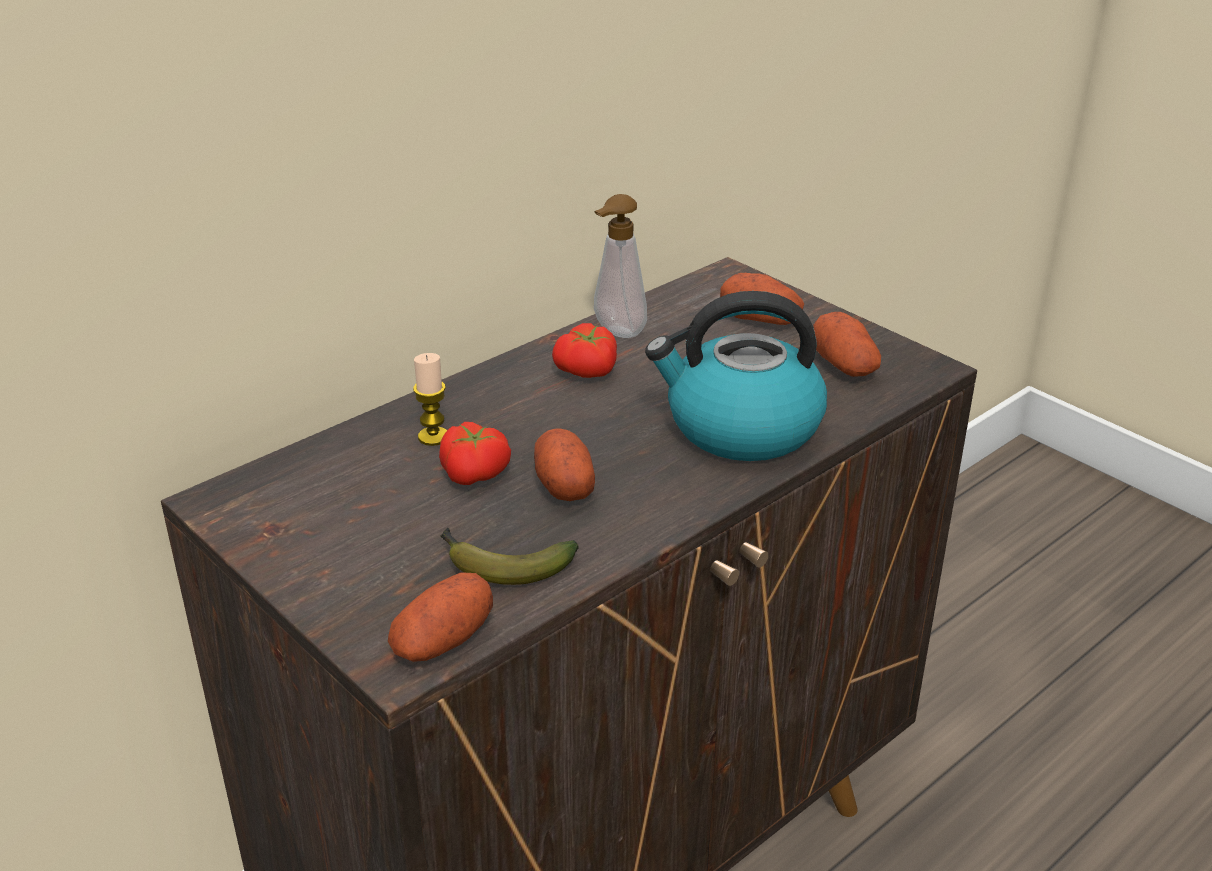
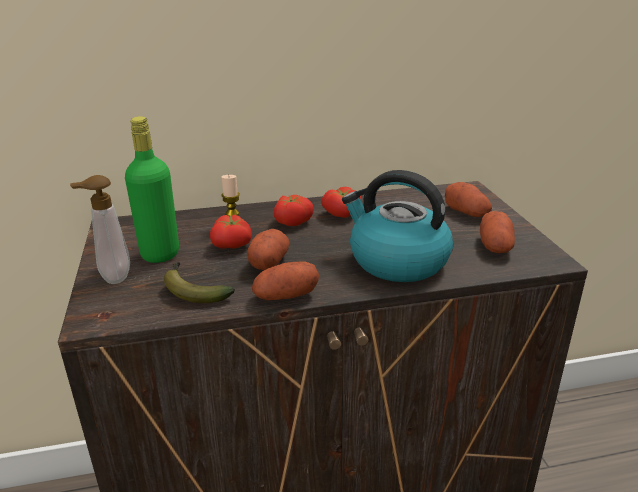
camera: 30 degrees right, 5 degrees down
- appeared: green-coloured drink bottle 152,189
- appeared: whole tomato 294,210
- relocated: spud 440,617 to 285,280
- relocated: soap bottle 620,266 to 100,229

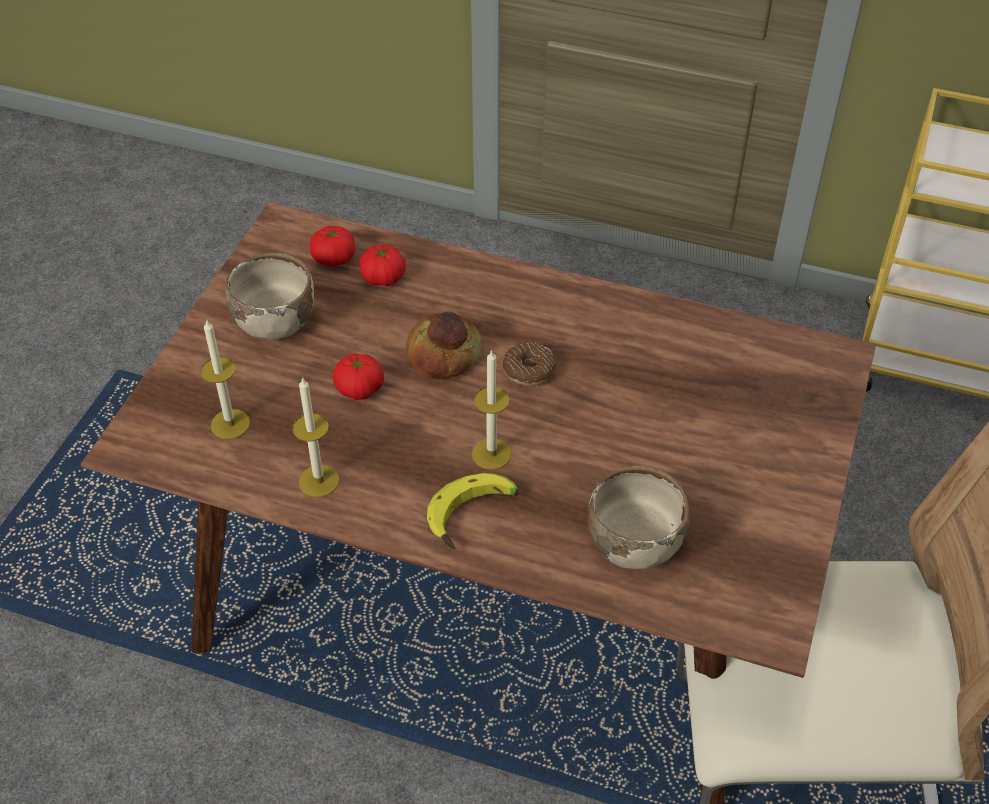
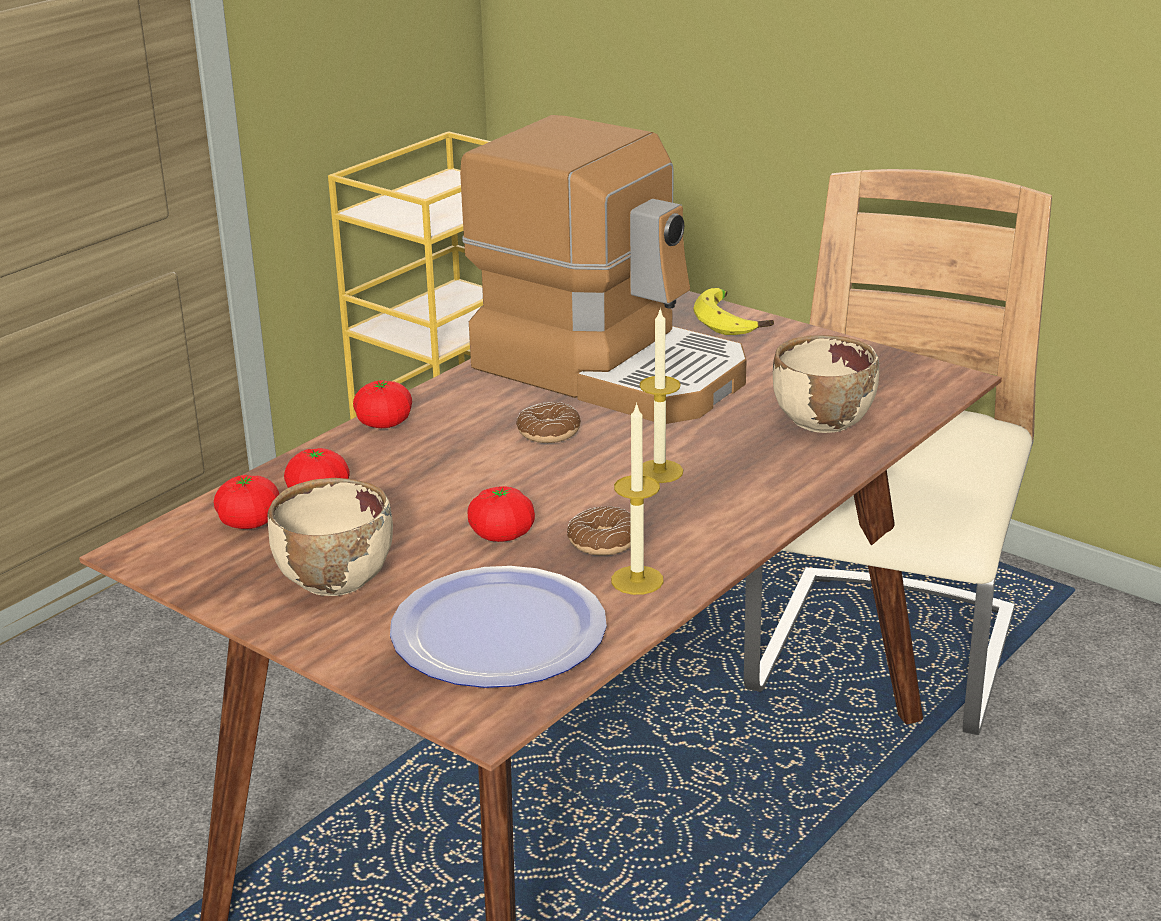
camera: 70 degrees left, 20 degrees down
- missing: bakery bread 444,346
- appeared: whole tomato 382,404
- appeared: coffee machine 603,269
- appeared: doughnut 599,531
- relocated: banana fruit 473,511 to 733,311
- exchanged: wax light 225,379 to plate 498,627

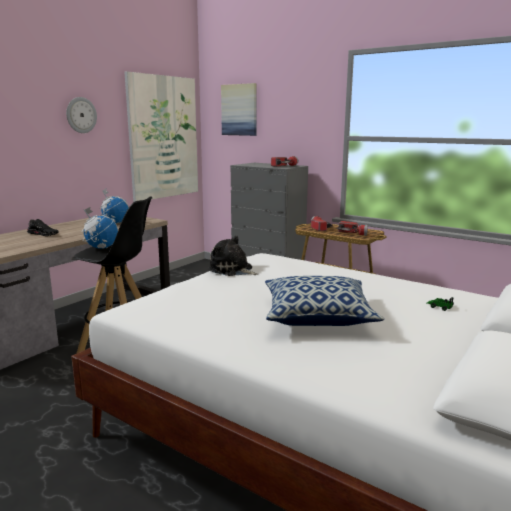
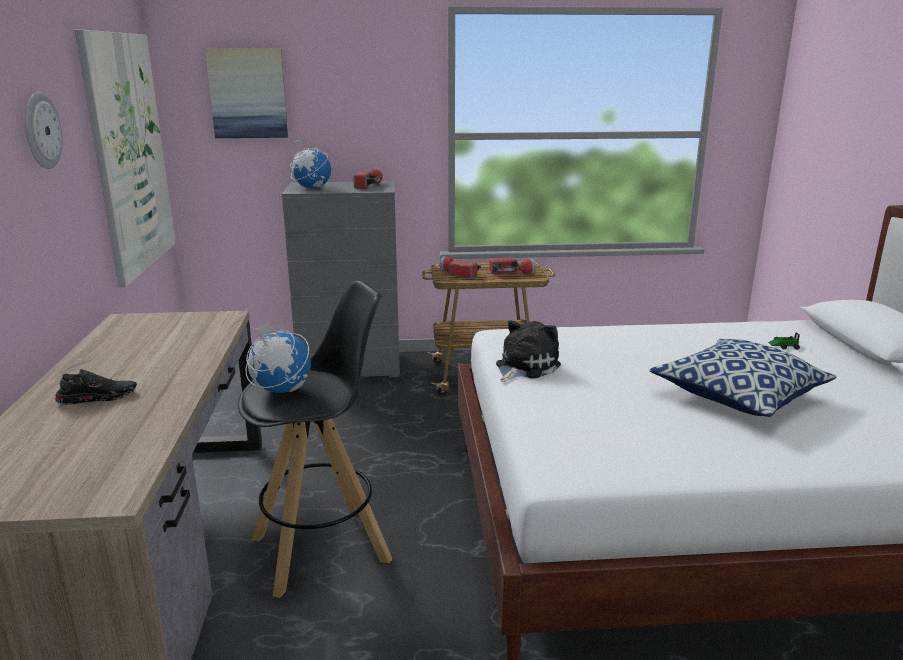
camera: 40 degrees left, 5 degrees up
- relocated: world globe 114,206 to 310,163
- spun: cuddly toy 233,256 = 528,351 135 degrees clockwise

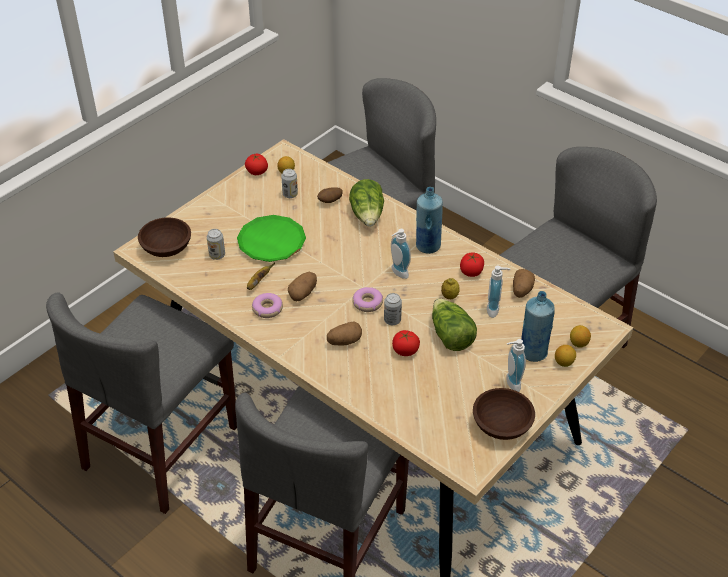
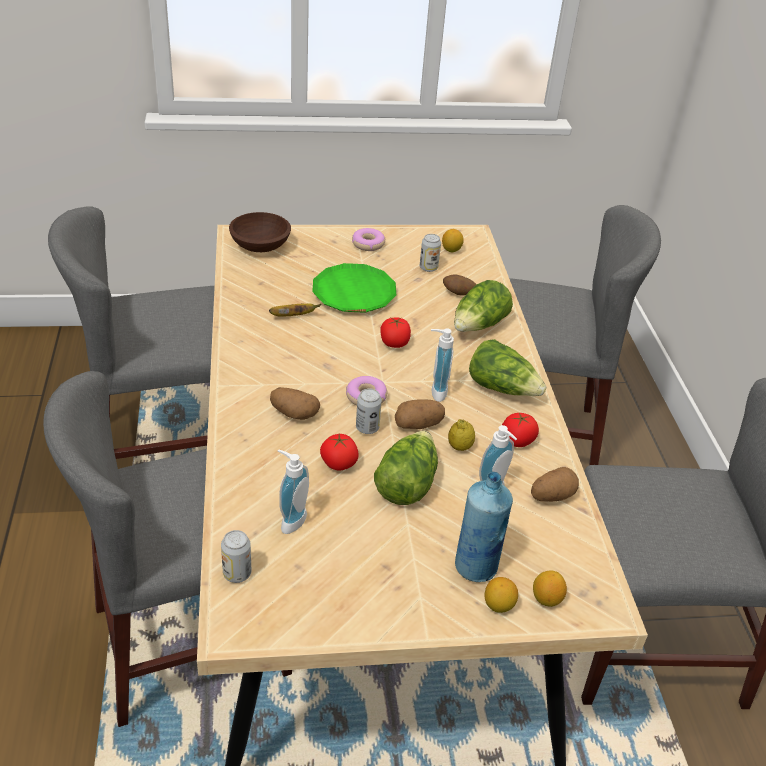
camera: 40 degrees right, 5 degrees down
- missing: brown-coloured serving bowl 504,414
- relocated: sealed can 216,244 to 236,556
- relocated: whole tomato 256,164 to 395,332
- relocated: doughnut 267,305 to 368,239
- relocated: spud 302,286 to 420,414
- relocated: soap bottle 516,365 to 293,491
- exchanged: blue-coloured drink bottle 429,220 to lettuce 507,367

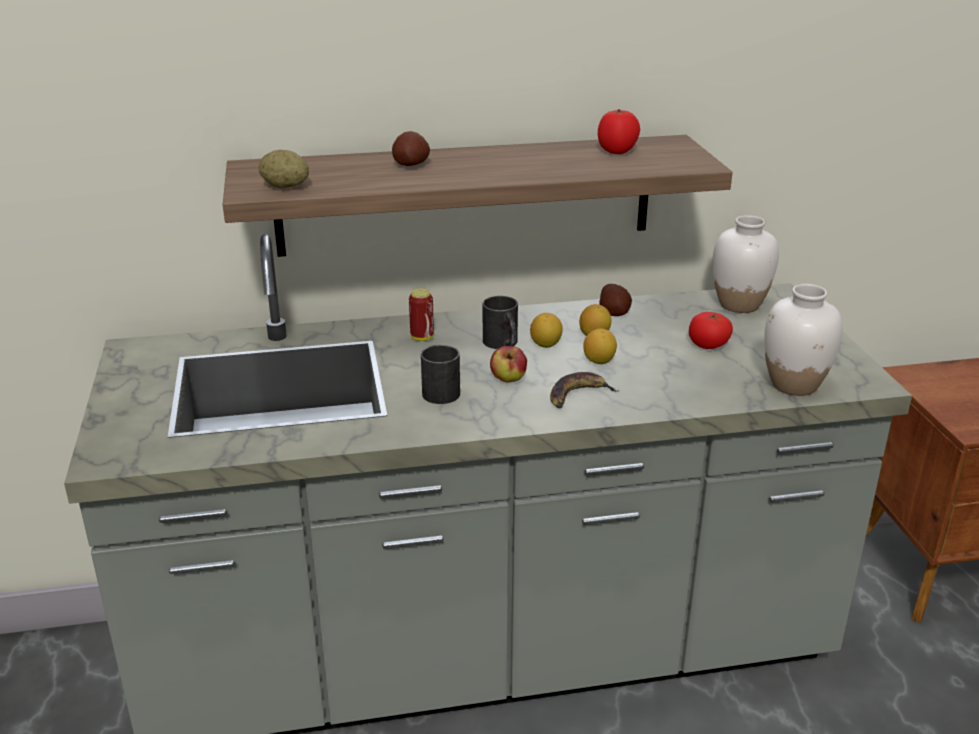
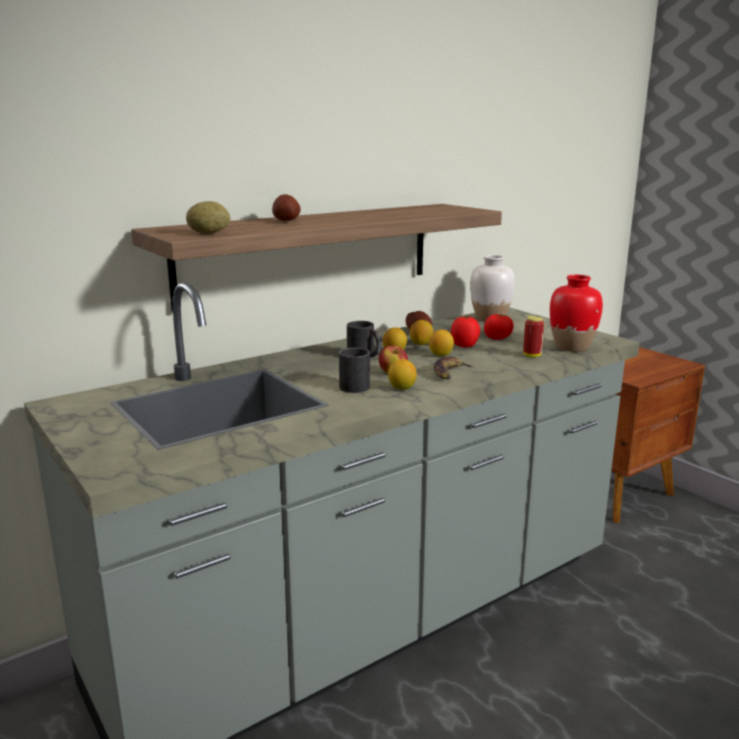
camera: 25 degrees left, 10 degrees down
- appeared: whole lemon 402,374
- relocated: sealed can 421,314 to 533,336
- relocated: whole tomato 619,131 to 465,331
- colour: whitish vase 803,340 to red-coloured vase 576,313

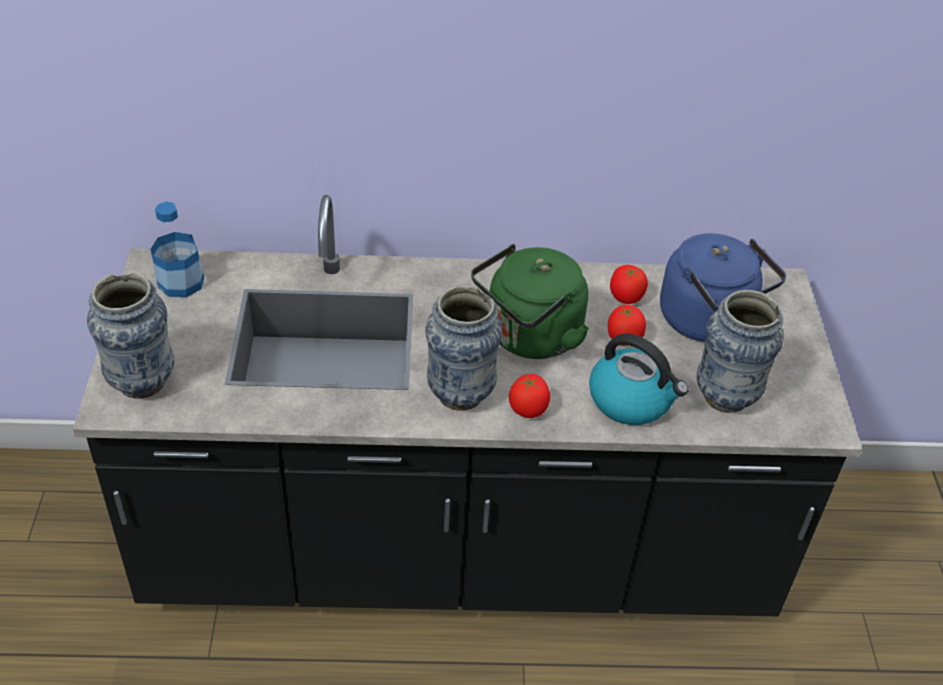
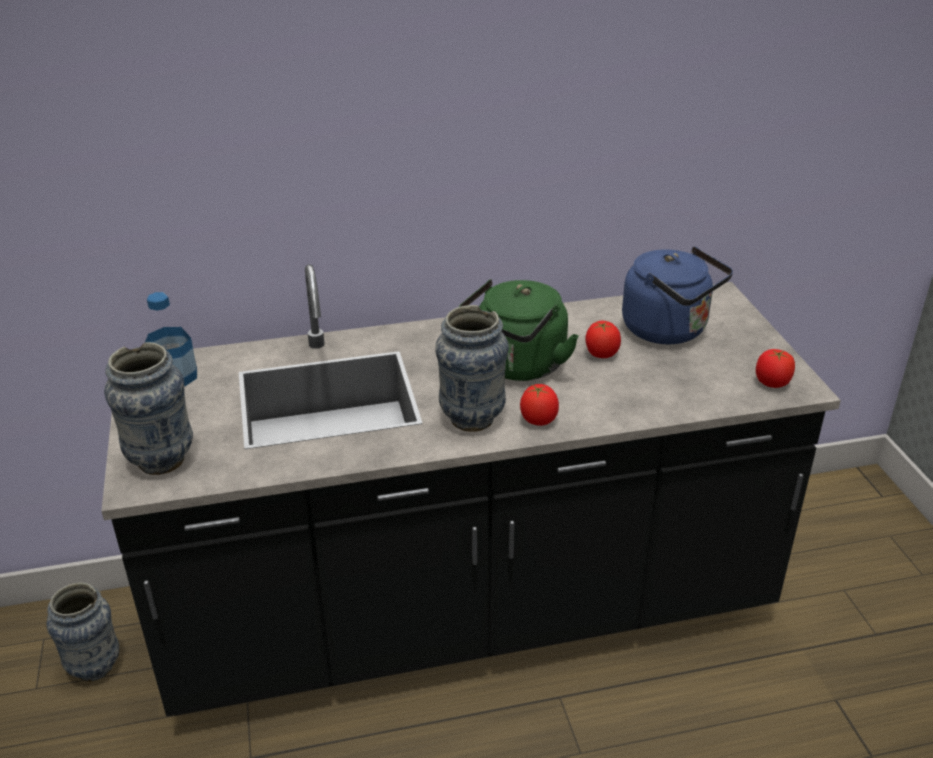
camera: 10 degrees left, 10 degrees down
- missing: kettle 639,379
- relocated: whole tomato 629,284 to 775,368
- relocated: vase 740,351 to 82,631

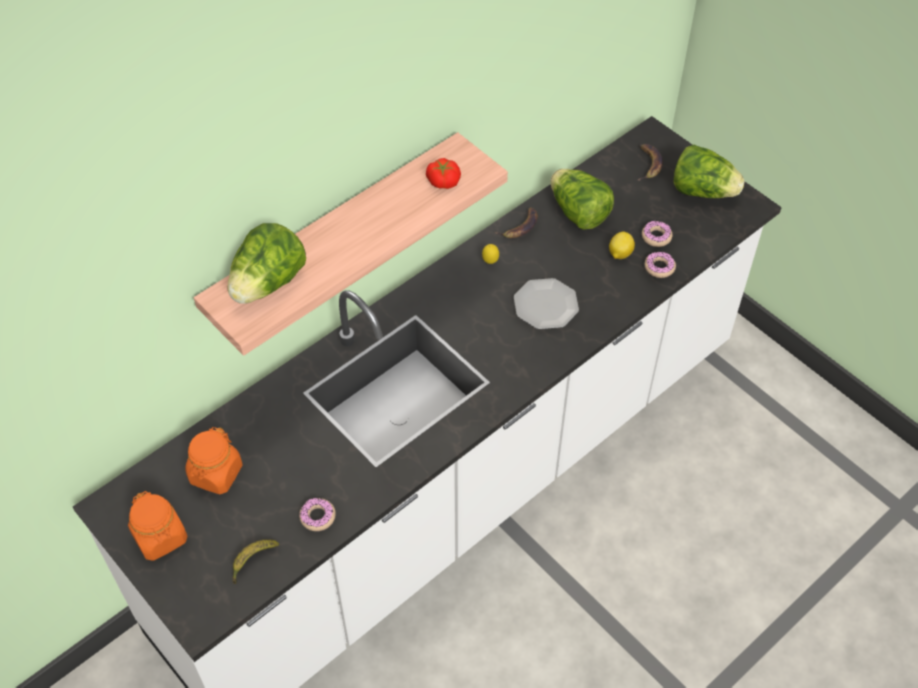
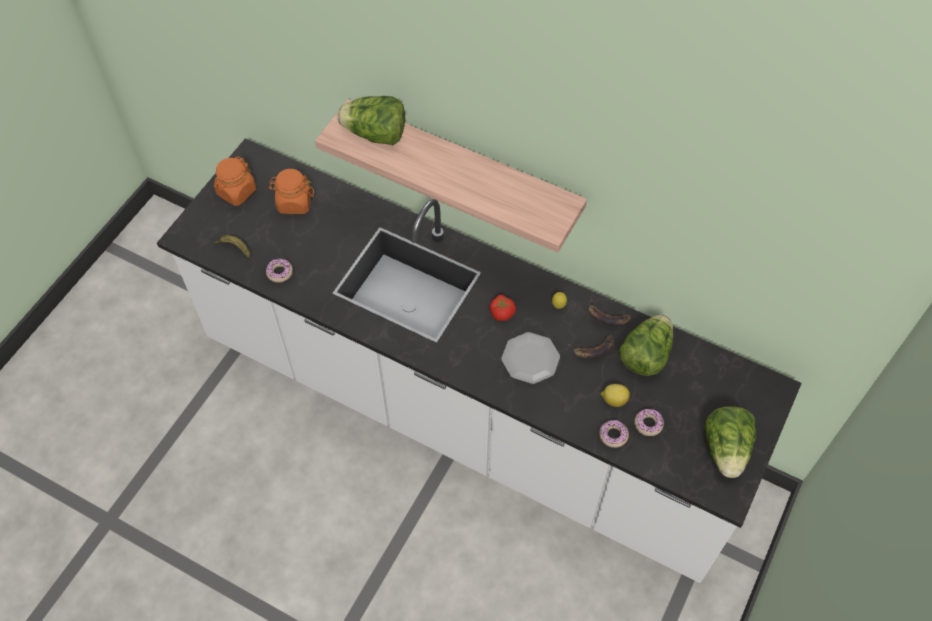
camera: 70 degrees right, 5 degrees up
- relocated: whole tomato 443,173 to 502,307
- relocated: banana fruit 650,162 to 591,346

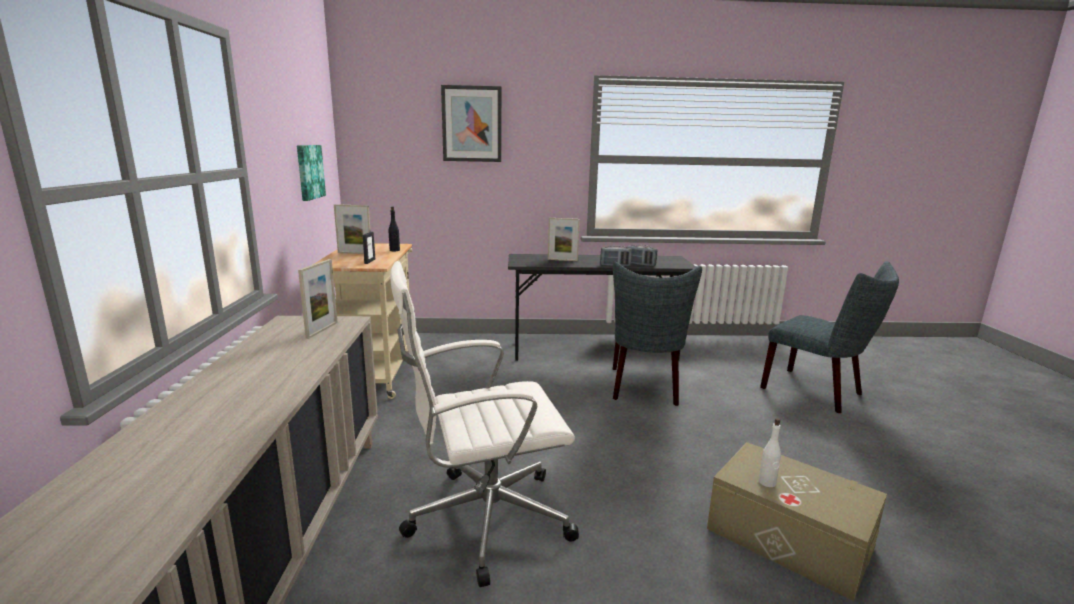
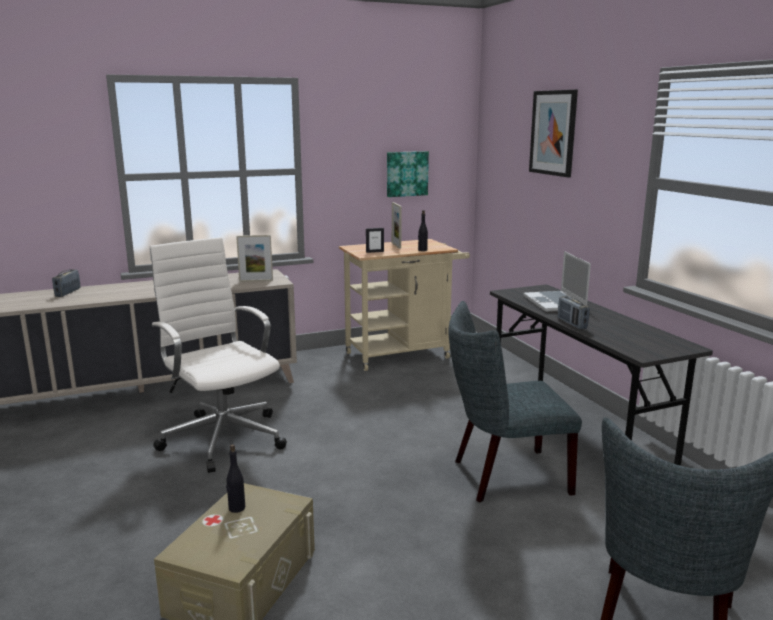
camera: 70 degrees right, 0 degrees up
- relocated: radio set 642,255 to 66,283
- exchanged: standing frame 564,239 to notebook computer 557,281
- colour: whitish drink bottle 770,452 to black-coloured drink bottle 235,478

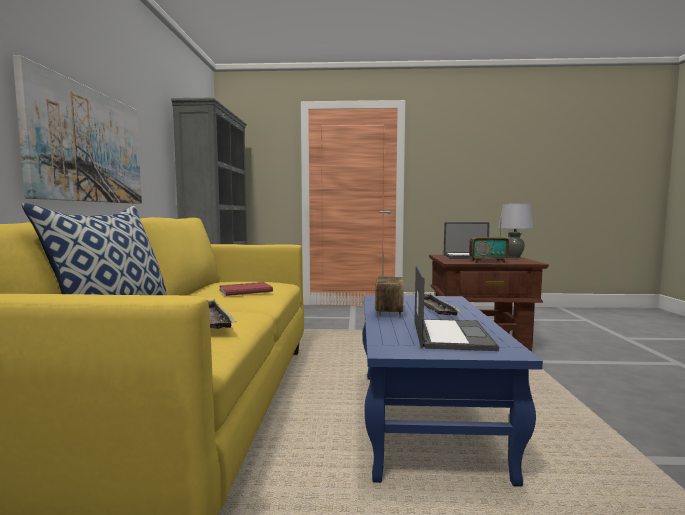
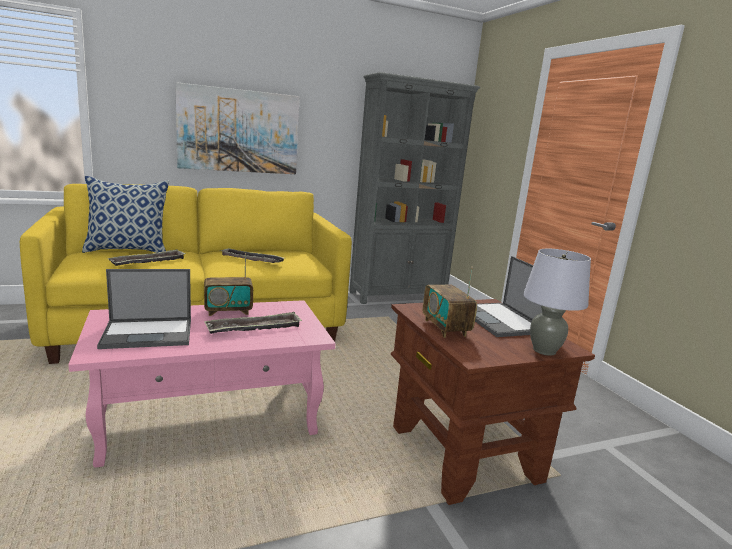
camera: 65 degrees right, 10 degrees up
- exchanged: red-coloured book 246,289 to serving tray 252,255
- colour: blue-coloured lounge table 453,391 to pink-coloured lounge table 202,384

